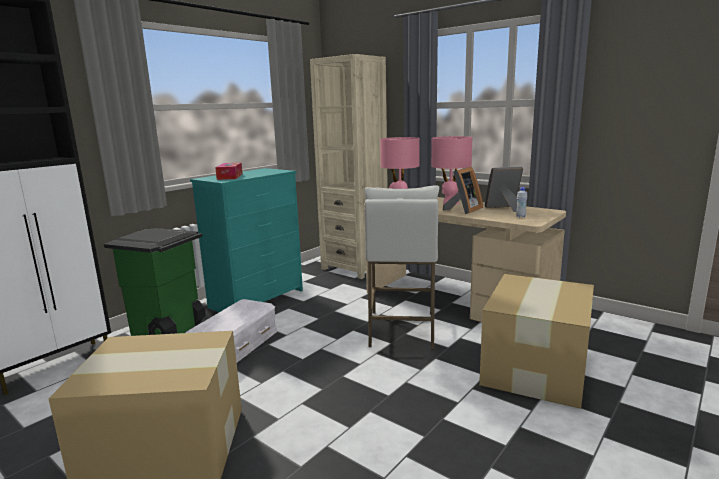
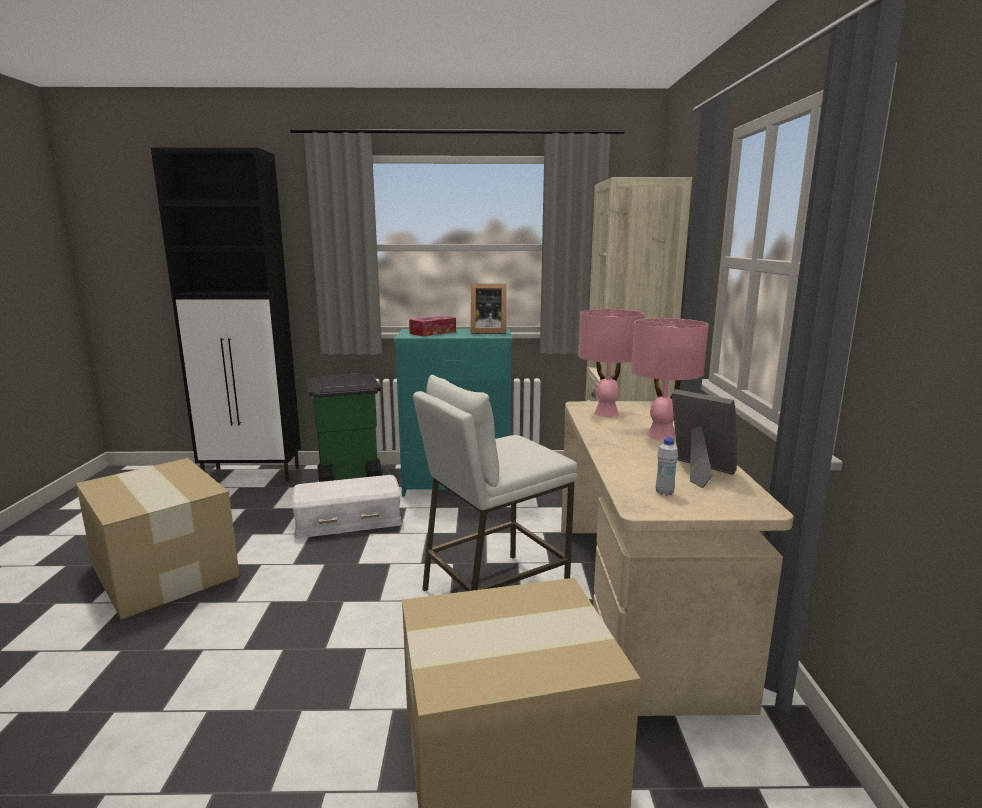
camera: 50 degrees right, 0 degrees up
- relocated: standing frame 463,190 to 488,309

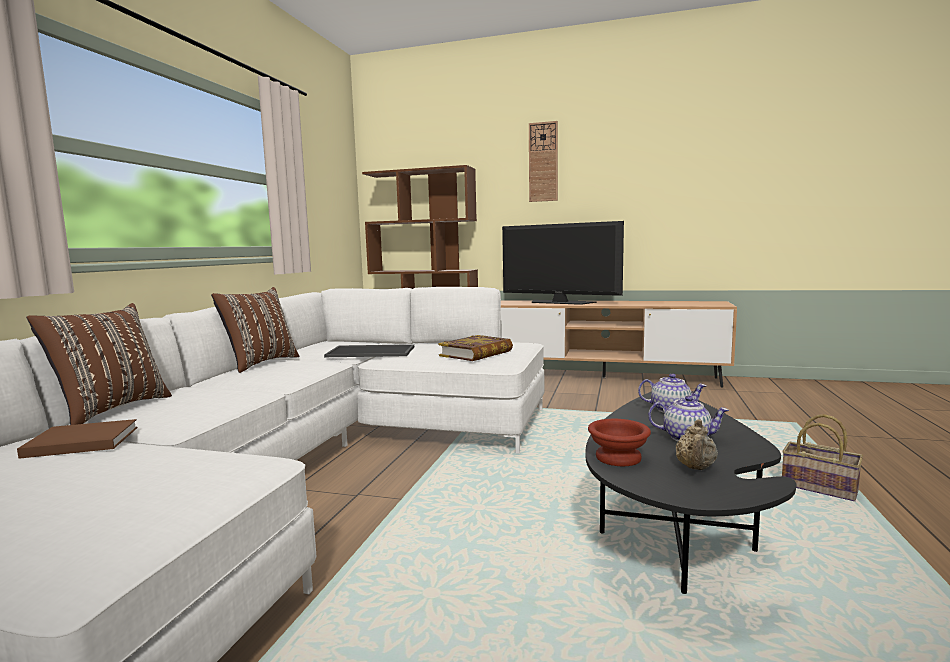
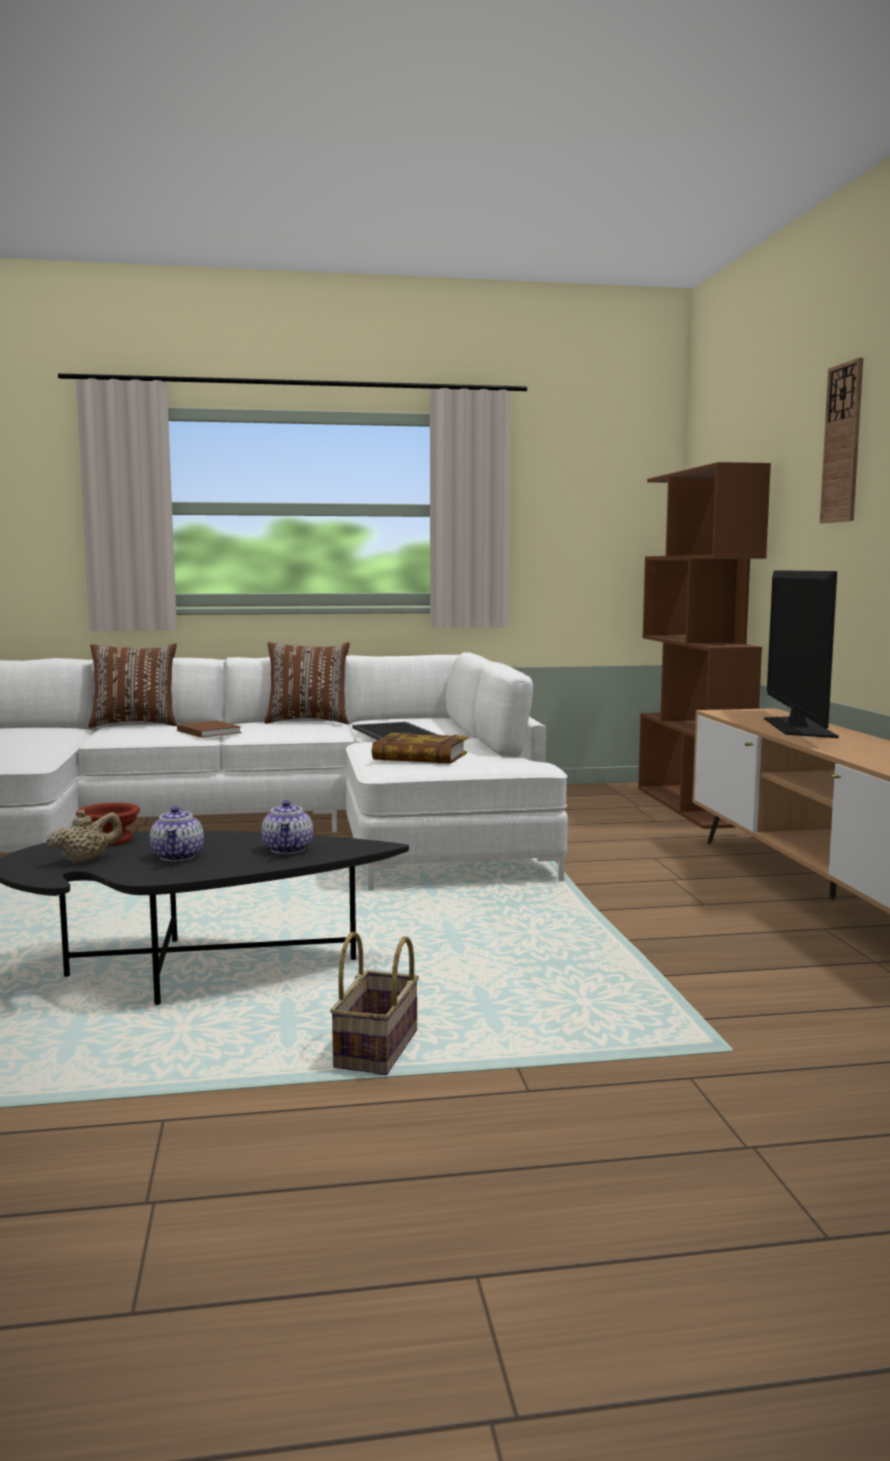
camera: 65 degrees right, 0 degrees up
- relocated: brown-coloured book 77,439 to 209,729
- spun: sand-coloured pot for tea 696,444 = 84,836 150 degrees clockwise

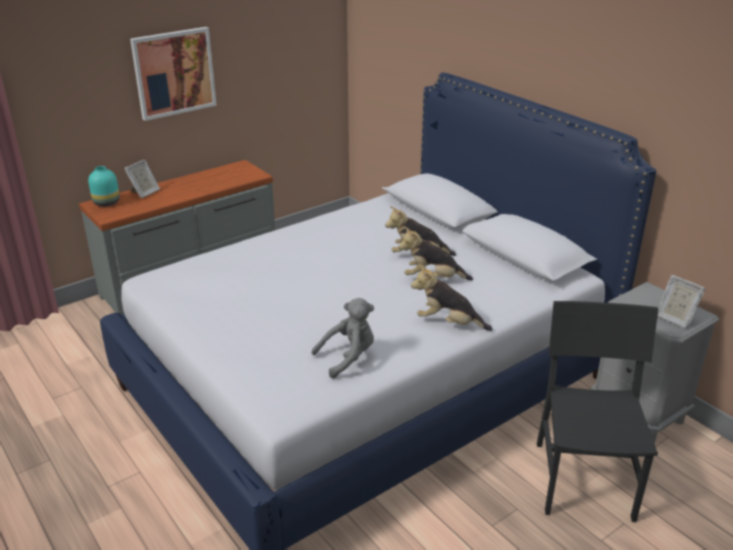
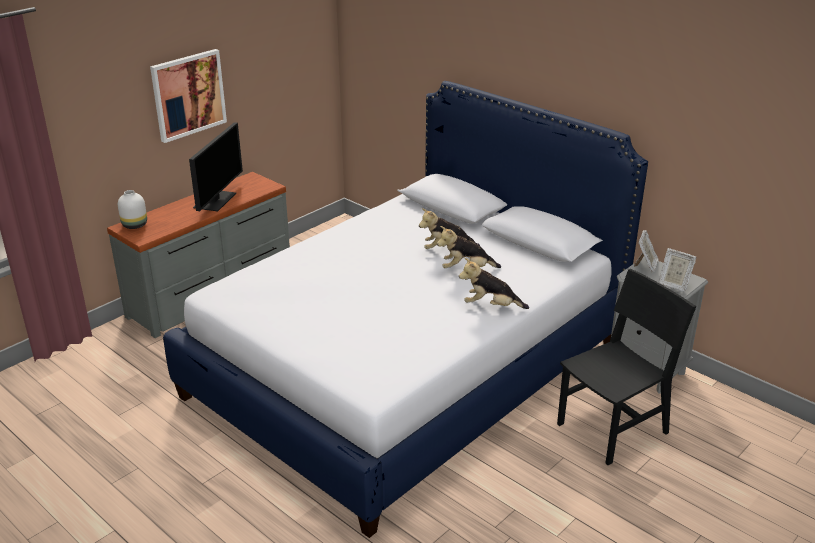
camera: 10 degrees left, 0 degrees up
- missing: gray cuddly toy 343,338
- appeared: computer display 216,167
- relocated: standing frame 142,179 to 646,251
- colour: turquoise vase 104,186 to whitish vase 132,209
- spun: black-coloured chair 597,411 = 626,367 60 degrees clockwise

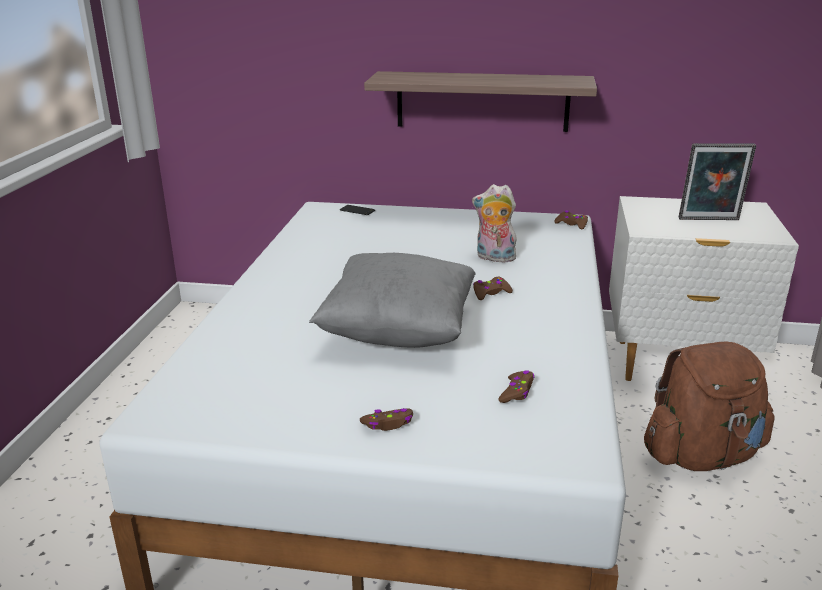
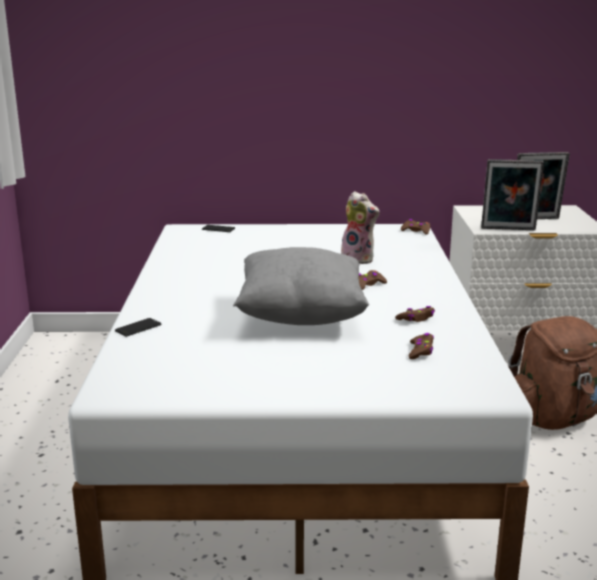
camera: 10 degrees left, 5 degrees down
- missing: bracket shelf 480,101
- appeared: handset 138,327
- appeared: standing frame 512,194
- relocated: brown-coloured gamepad 386,419 to 415,314
- spun: cuddly toy 495,223 = 360,227 150 degrees counterclockwise

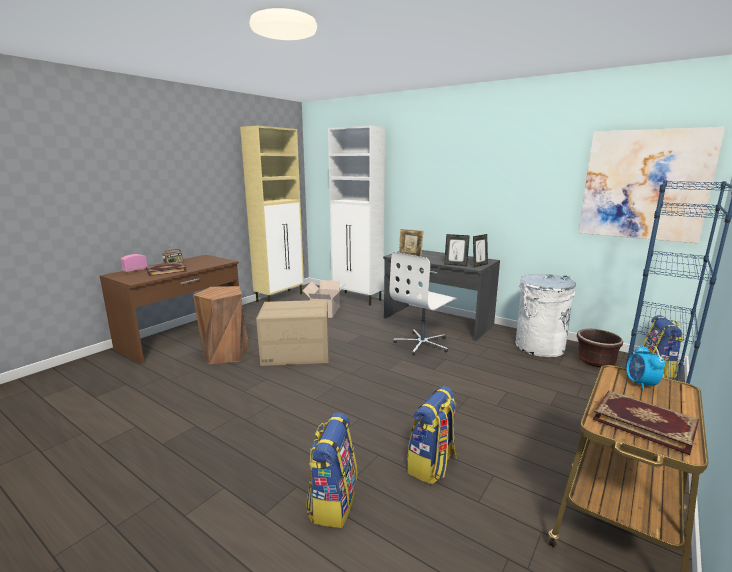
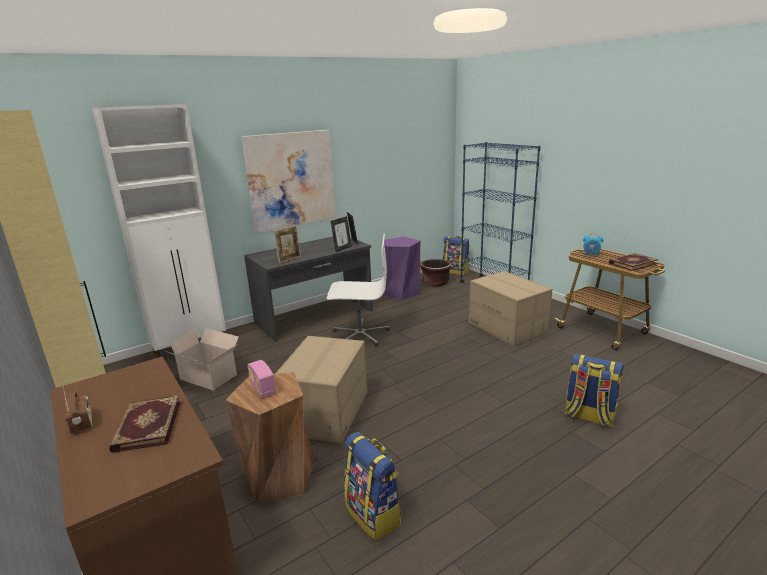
camera: 70 degrees left, 5 degrees up
- appeared: packing box 511,309
- relocated: radio set 134,263 to 261,379
- relocated: rucksack 432,435 to 373,486
- relocated: picture 652,185 to 289,181
- exchanged: whitish rubbish bin 545,315 to purplish stool seat 401,268
- spun: whitish computer chair 423,303 = 358,290 60 degrees counterclockwise

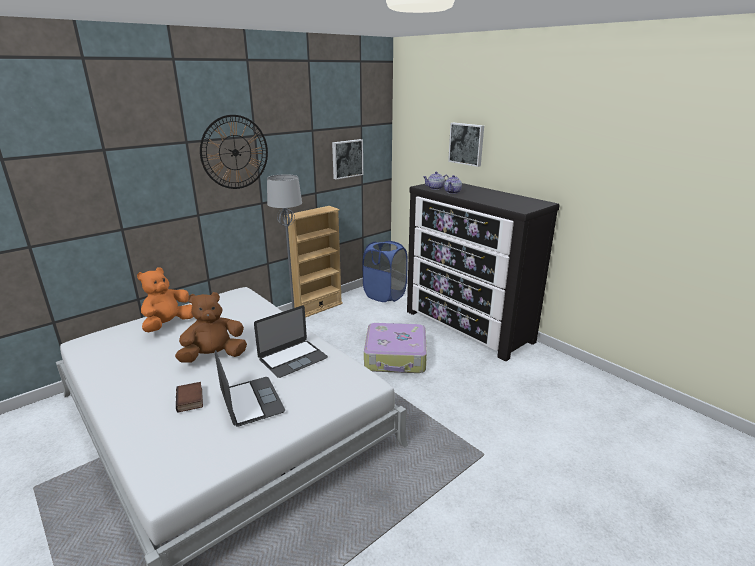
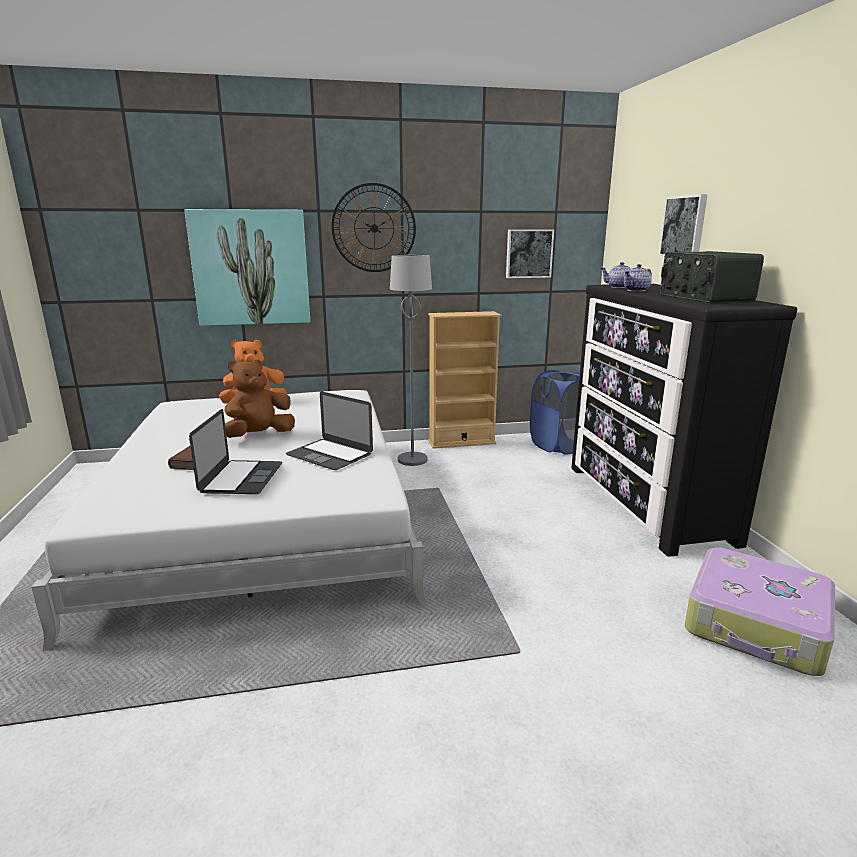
camera: 30 degrees right, 5 degrees down
- appeared: picture 247,267
- appeared: radio set 712,276
- relocated: travel case 395,348 to 760,612
- spun: brown-coloured cuddly toy 211,327 = 260,398 45 degrees counterclockwise
- spun: notebook computer 291,342 = 329,430 45 degrees clockwise

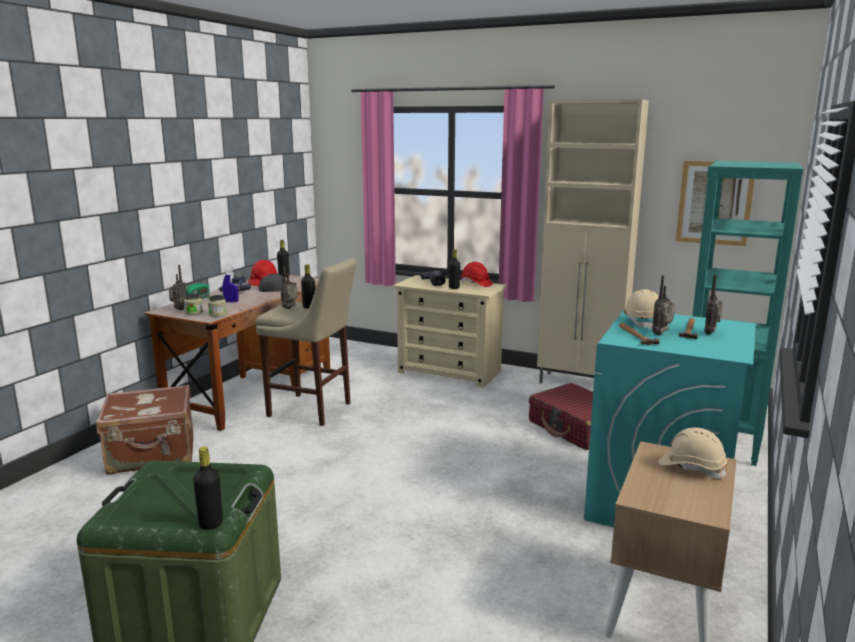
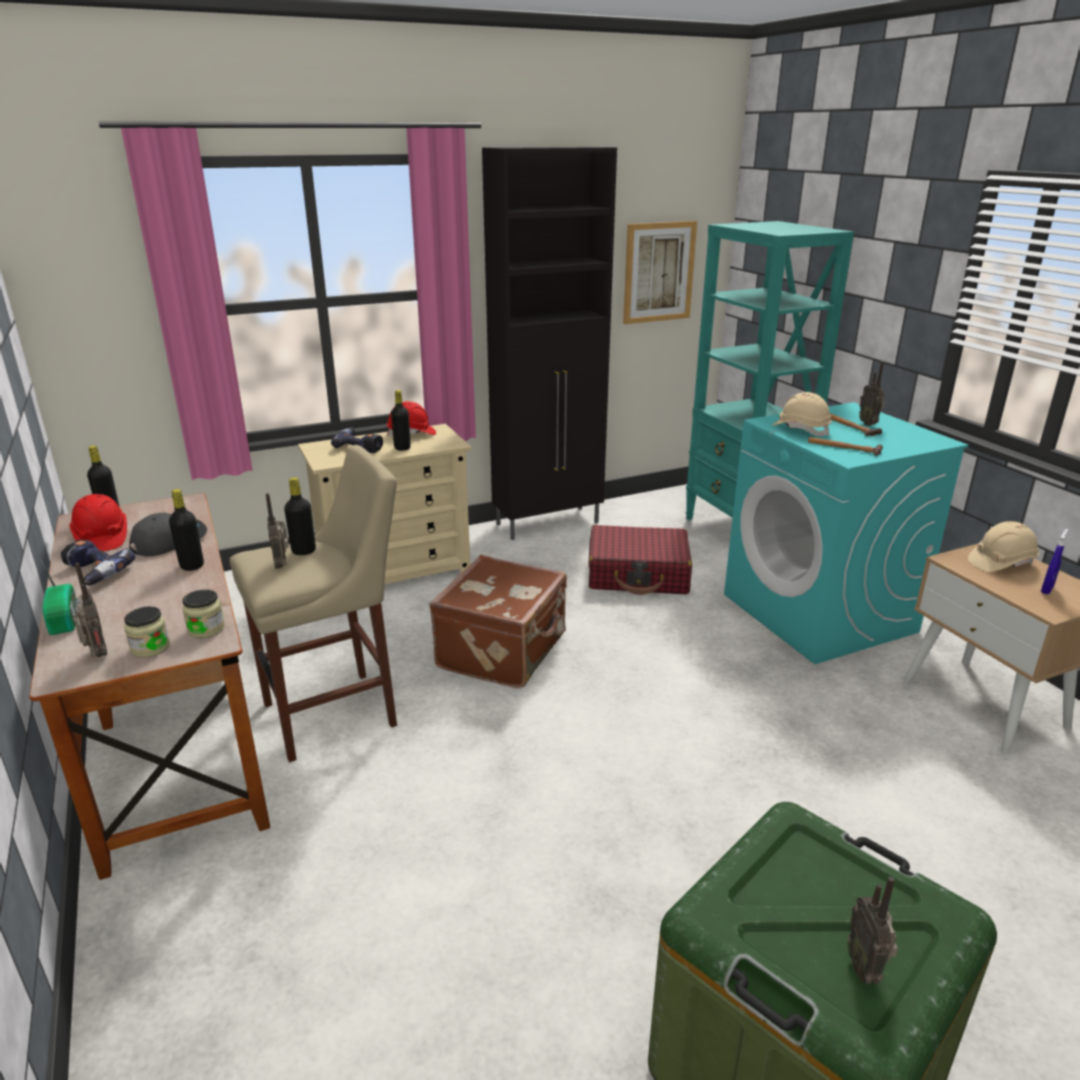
camera: 50 degrees left, 10 degrees up
- relocated: brown-coloured travel case 145,430 to 498,621
- relocated: black-coloured drink bottle 208,488 to 186,530
- relocated: blue-coloured spray bottle 230,284 to 1054,561
- relocated: radio set 663,305 to 873,931
- colour: sand-coloured cupboard 593,241 to black-coloured cupboard 549,343

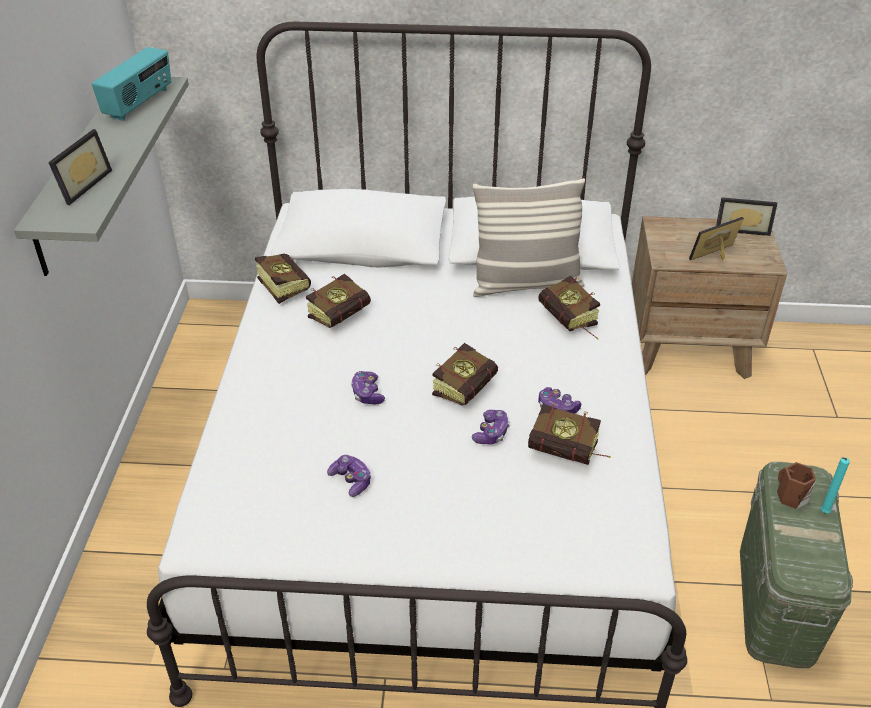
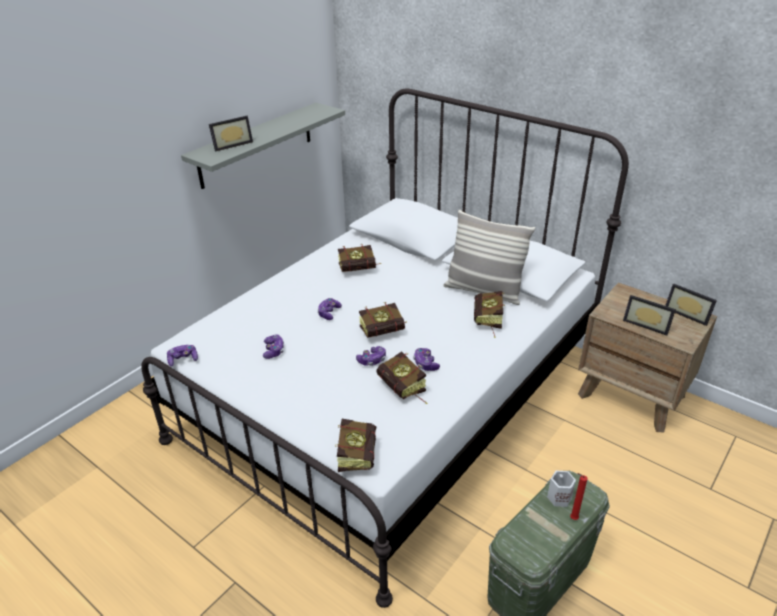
camera: 35 degrees right, 5 degrees down
- missing: radio set 131,84
- appeared: gamepad 182,355
- relocated: book 283,278 to 355,445
- colour: brown-coloured coffee mug 796,485 to whitish coffee mug 561,488
- colour: turquoise wax light 835,485 to red-coloured wax light 578,496
- spun: standing frame 716,239 = 649,315 150 degrees counterclockwise

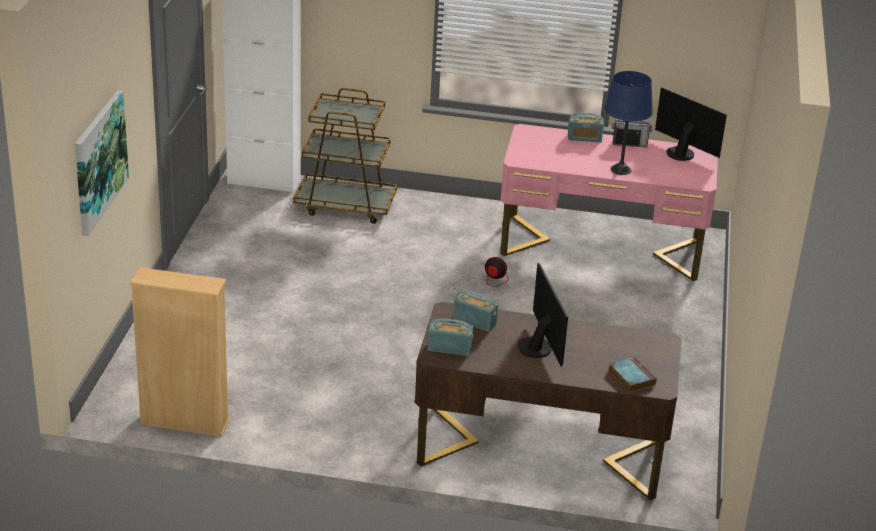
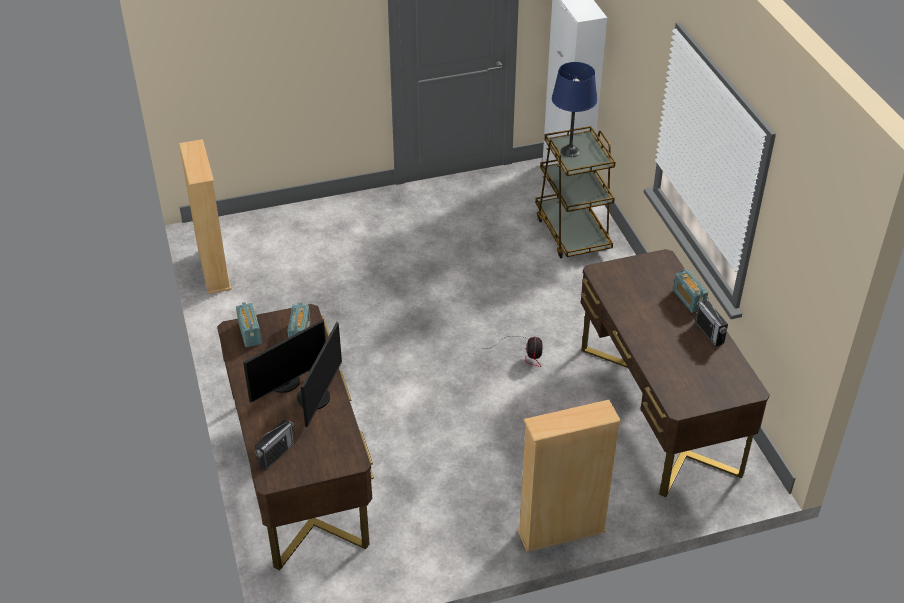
camera: 65 degrees right, 10 degrees up
- missing: picture 102,163
- appeared: sand-coloured bookshelf 569,476
- relocated: blue-coloured lamp for a table 628,123 to 574,109
- relocated: computer display 691,124 to 319,374
- exchanged: book 632,375 to radio set 275,445
- colour: pink-coloured desk 609,202 to brown-coloured desk 675,373

